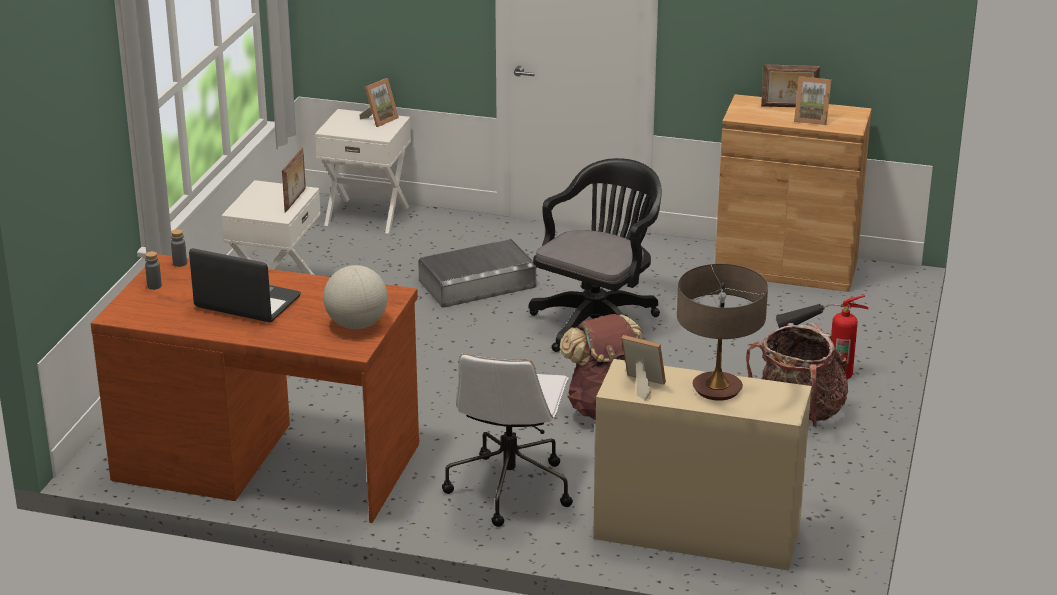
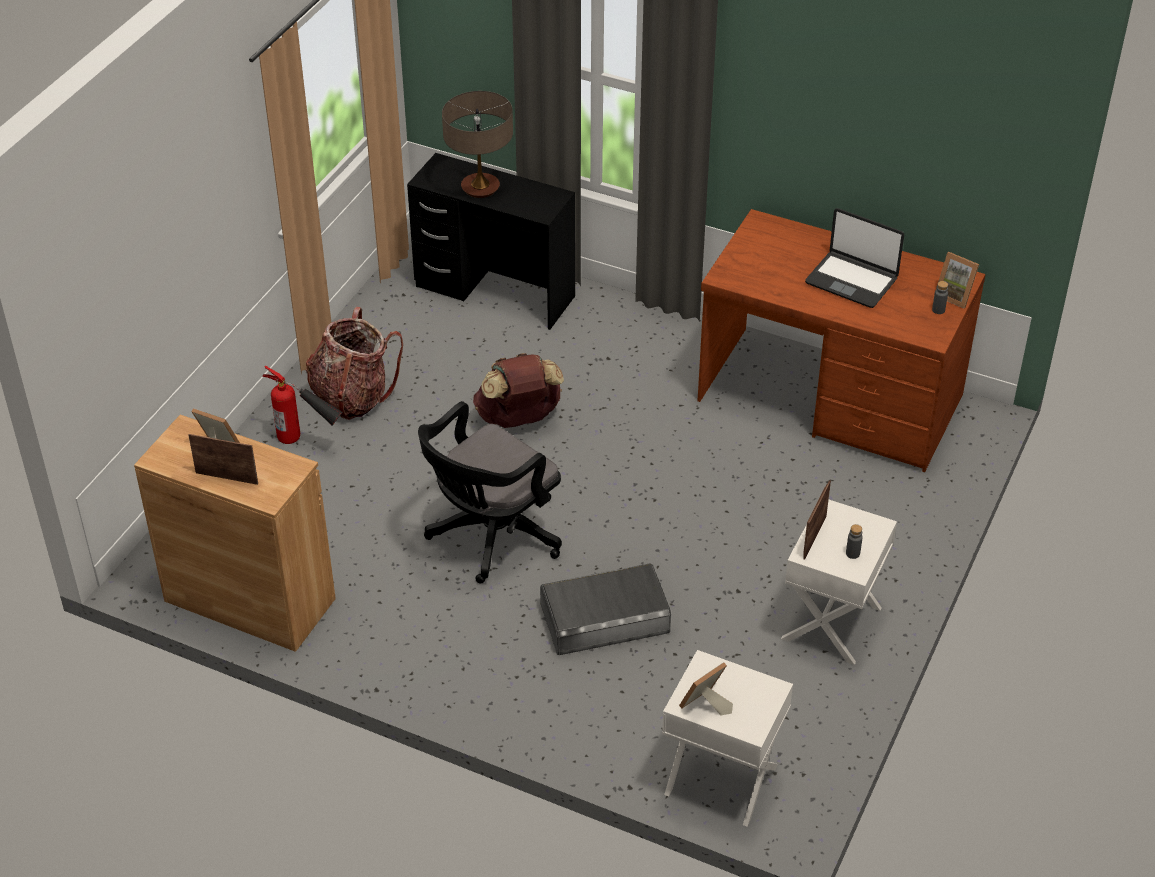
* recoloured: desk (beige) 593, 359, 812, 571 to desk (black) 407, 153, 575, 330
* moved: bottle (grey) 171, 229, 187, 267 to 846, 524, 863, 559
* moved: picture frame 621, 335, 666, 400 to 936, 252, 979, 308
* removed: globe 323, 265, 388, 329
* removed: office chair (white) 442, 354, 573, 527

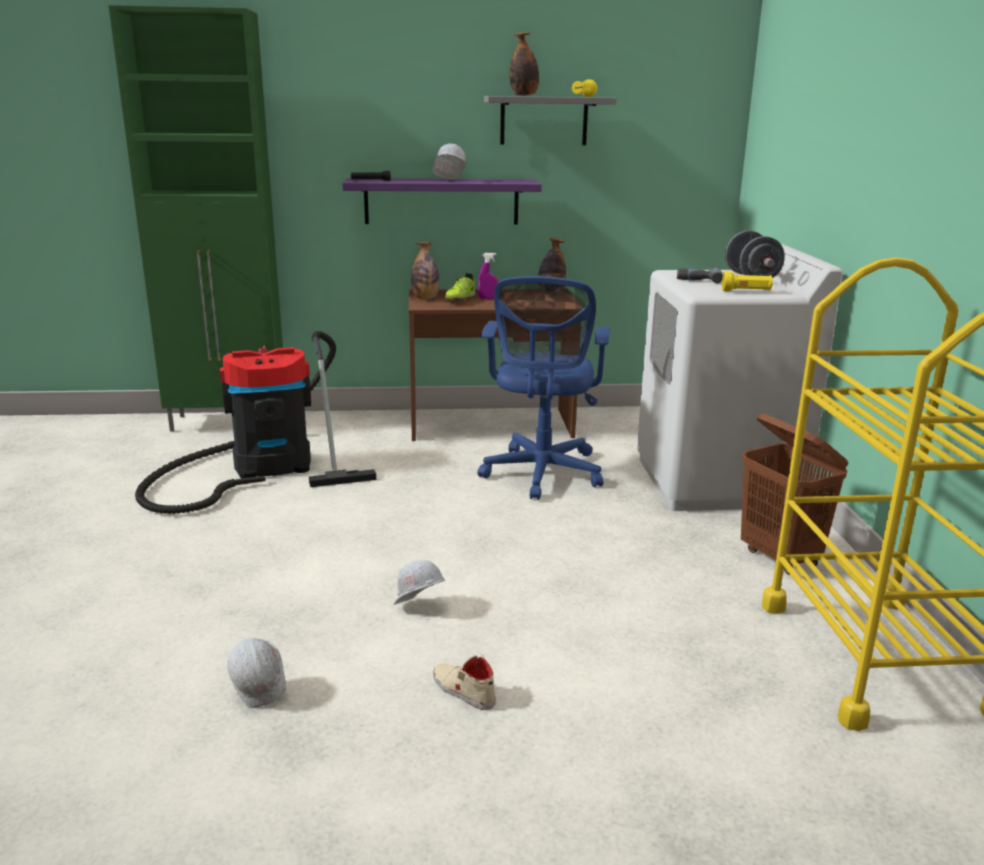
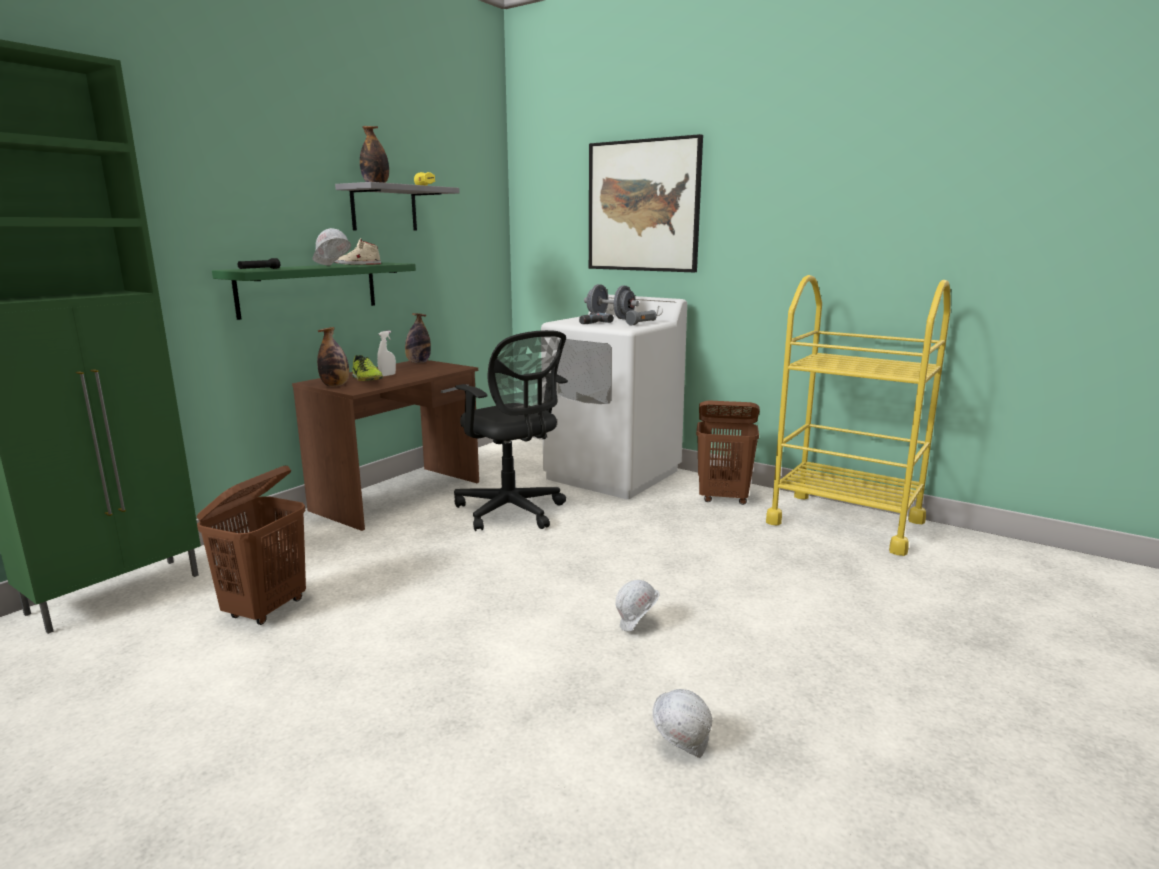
* replaced: vacuum cleaner 135, 331, 376, 514 to laundry basket (brown) 196, 466, 306, 625
* recoloured: shelf (purple) 342, 178, 542, 224 to shelf (green) 212, 262, 416, 320
* moved: shoe (beige) 433, 655, 496, 710 to 334, 238, 381, 265
* recoloured: spray bottle (purple) 478, 253, 498, 299 to spray bottle (white) 377, 331, 396, 377
* recoloured: office chair (blue) 477, 276, 610, 500 to office chair (black) 454, 330, 568, 531
* added: picture 589, 134, 703, 272
* recoloured: flashlight (yellow) 722, 271, 773, 292 to flashlight (grey) 625, 310, 657, 326

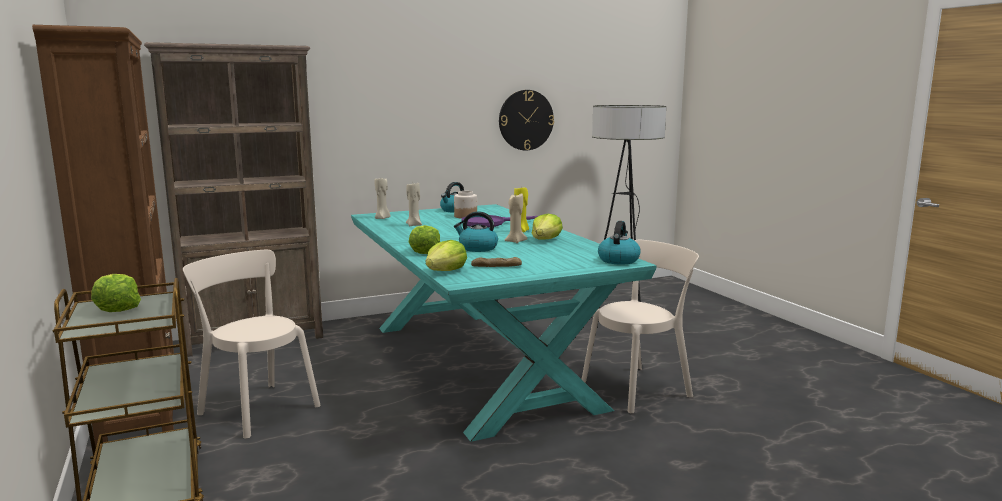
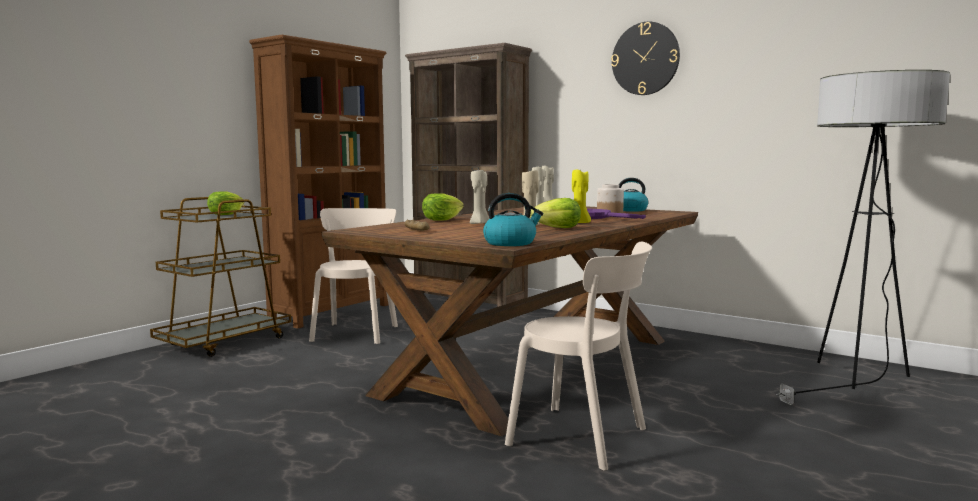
* recoloured: dining table (turquoise) 351, 204, 657, 442 to dining table (brown) 322, 206, 698, 436
* replaced: kettle 454, 211, 498, 252 to candle (beige) 470, 170, 489, 224
* moved: wall clock 499, 90, 554, 151 to 611, 22, 680, 95
* removed: lettuce 426, 240, 467, 271

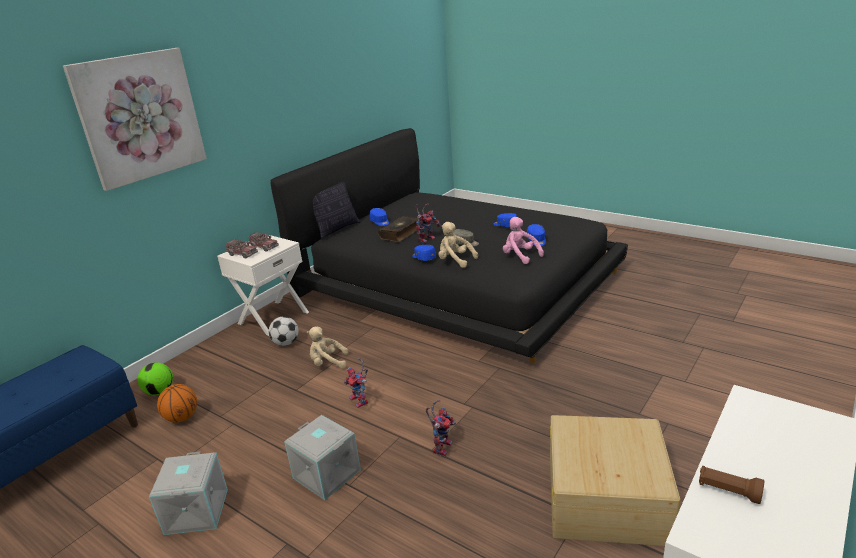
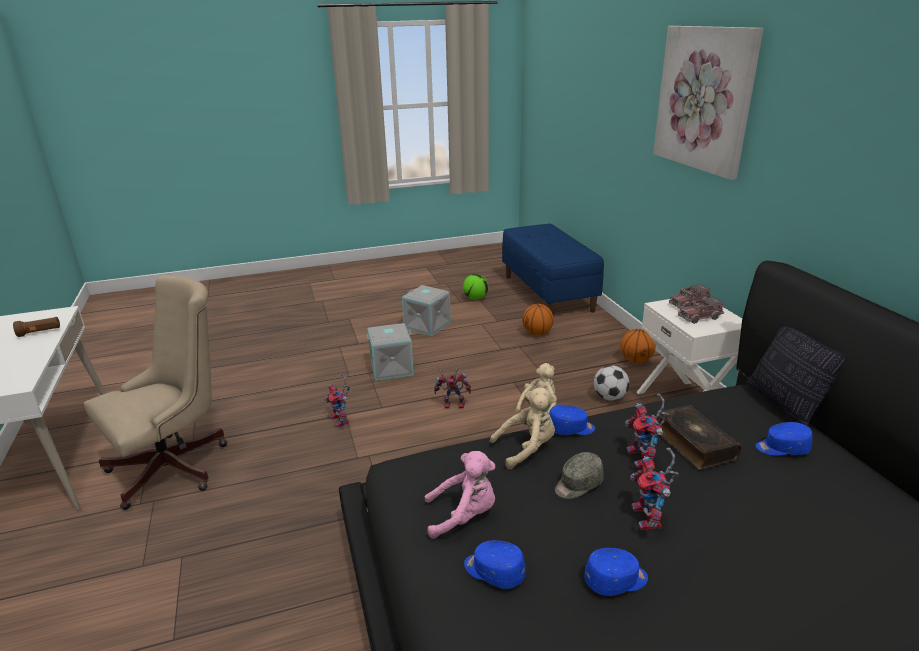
* replaced: storage box (beige) 550, 415, 680, 546 to office chair (beige) 84, 275, 227, 510
* moved: football 138, 362, 173, 395 to 463, 274, 489, 300
* added: basketball 620, 329, 656, 363
* added: toy robot 630, 447, 679, 530

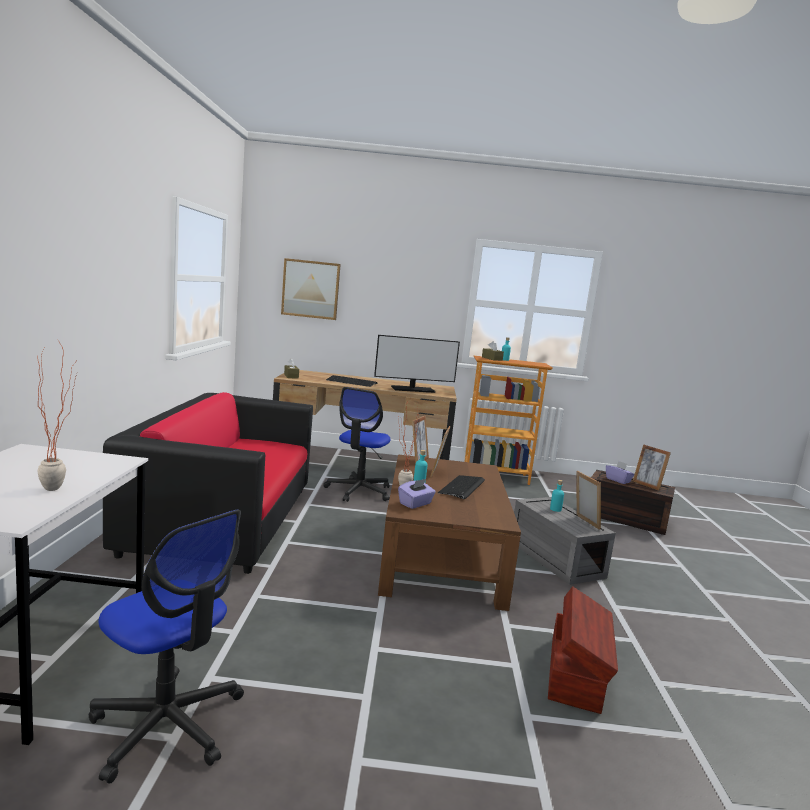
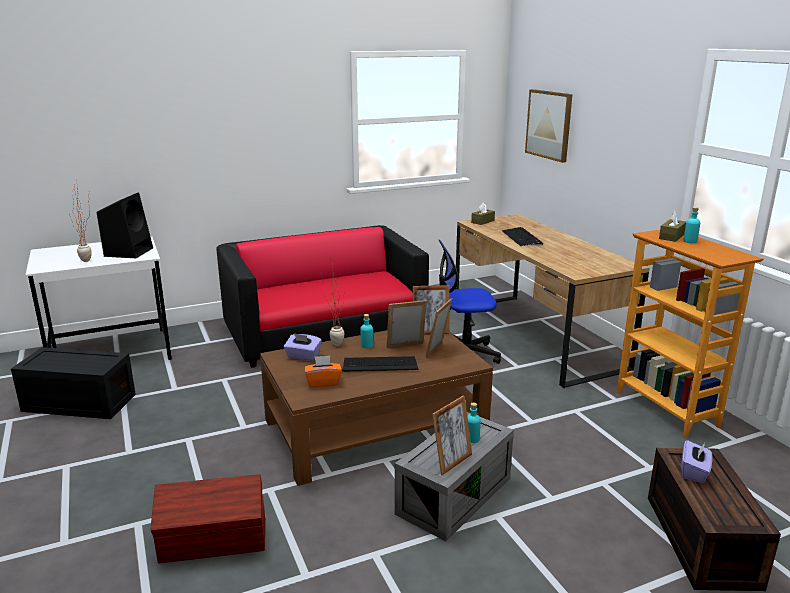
* replaced: office chair 89, 509, 244, 784 to storage box (black) 11, 347, 136, 419
* added: speaker (black) 97, 192, 153, 258
* added: tissue box (orange) 305, 356, 342, 387
* moved: picture frame 633, 444, 671, 491 to 425, 298, 452, 358
* removed: monitor 374, 335, 460, 393

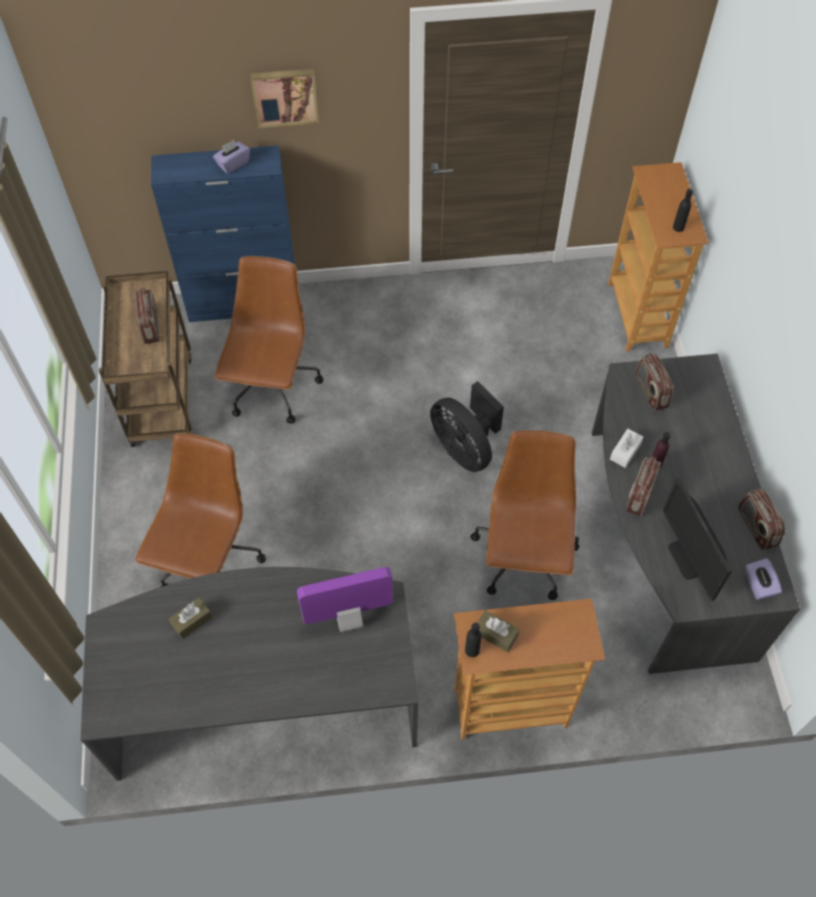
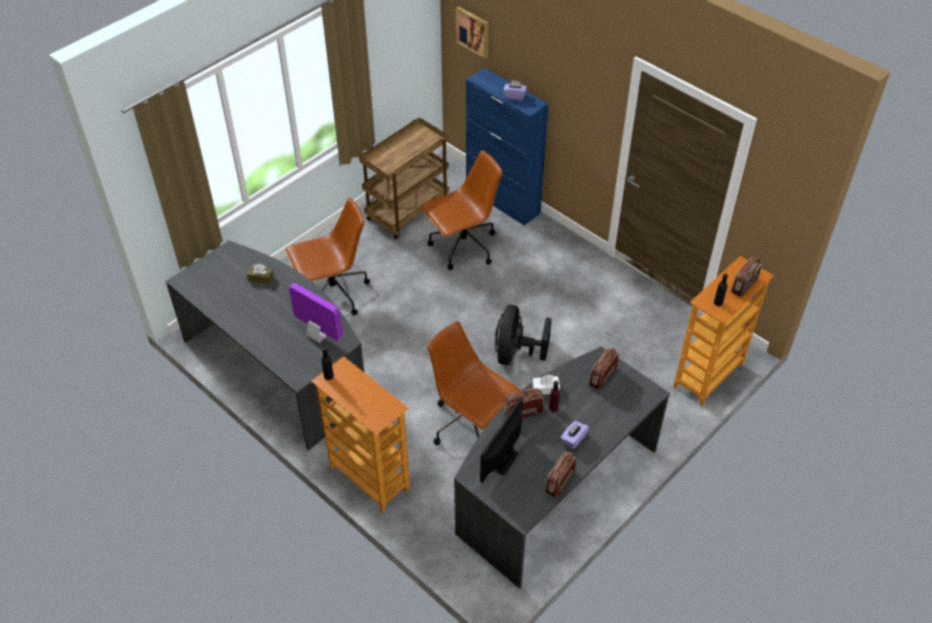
* turned: office chair (brown) 470, 430, 580, 600 = 428, 321, 521, 445 105 degrees counterclockwise
* moved: picture 250, 69, 319, 128 to 455, 7, 489, 59
* moved: tissue box (purple) 745, 558, 782, 600 to 561, 421, 589, 449
* moved: radio 135, 288, 160, 344 to 731, 257, 763, 297
* removed: tissue box (brown) 477, 610, 519, 652

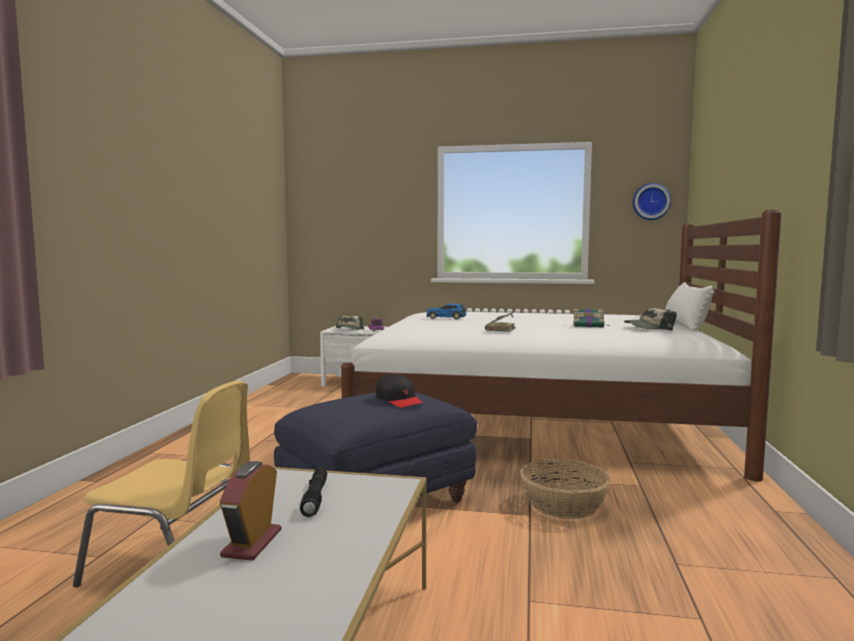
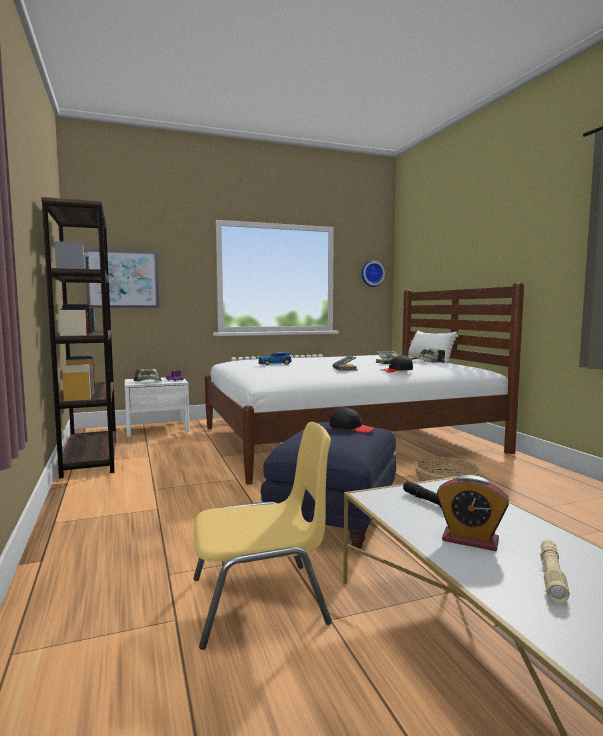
* added: bookcase (brown) 41, 197, 116, 478
* added: picture 84, 248, 160, 308
* added: cap (black) 380, 355, 413, 372
* turned: alarm clock 220, 461, 281, 561 = 437, 475, 509, 551 45 degrees counterclockwise
* added: flashlight (beige) 540, 540, 570, 603

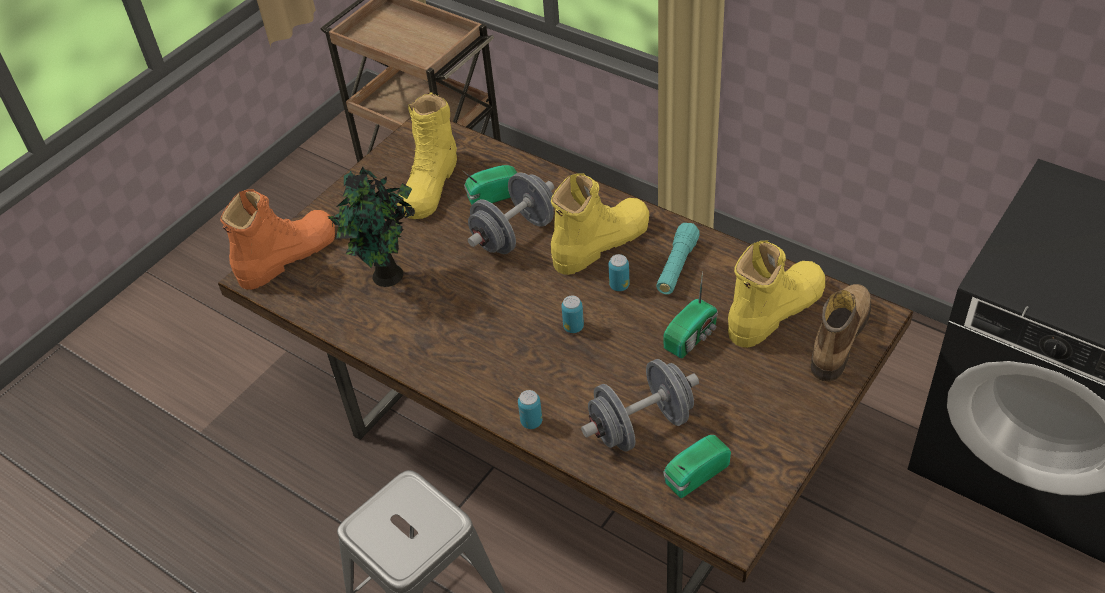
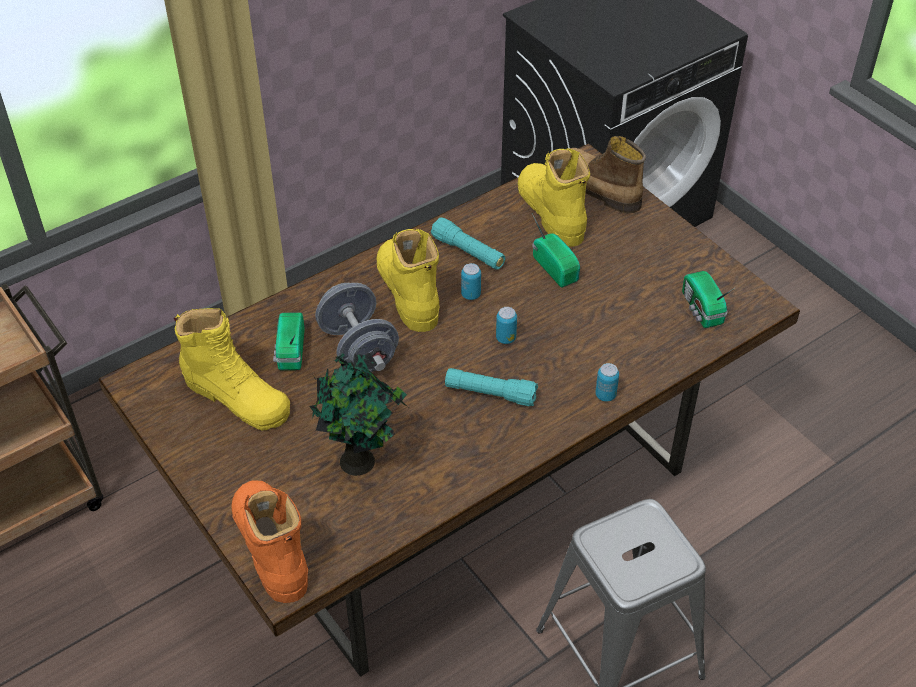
* added: flashlight (turquoise) 445, 368, 538, 407
* removed: dumbbell (grey) 581, 359, 699, 452

